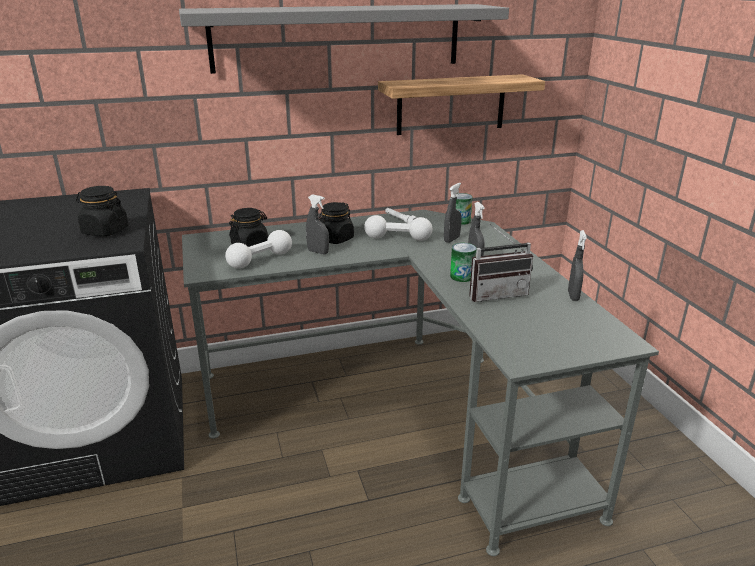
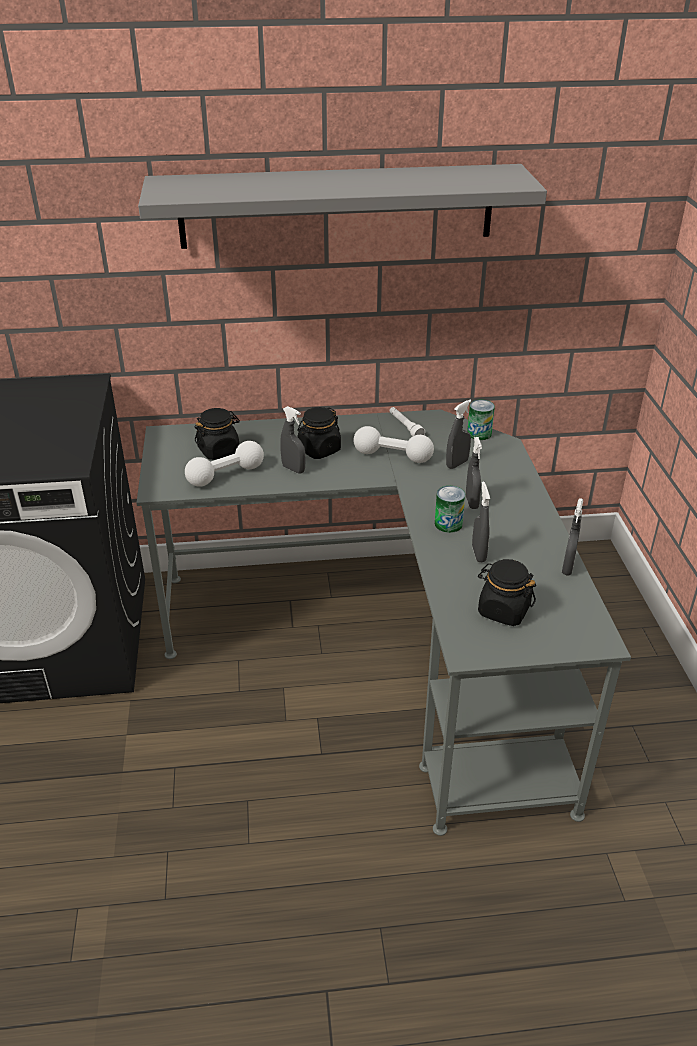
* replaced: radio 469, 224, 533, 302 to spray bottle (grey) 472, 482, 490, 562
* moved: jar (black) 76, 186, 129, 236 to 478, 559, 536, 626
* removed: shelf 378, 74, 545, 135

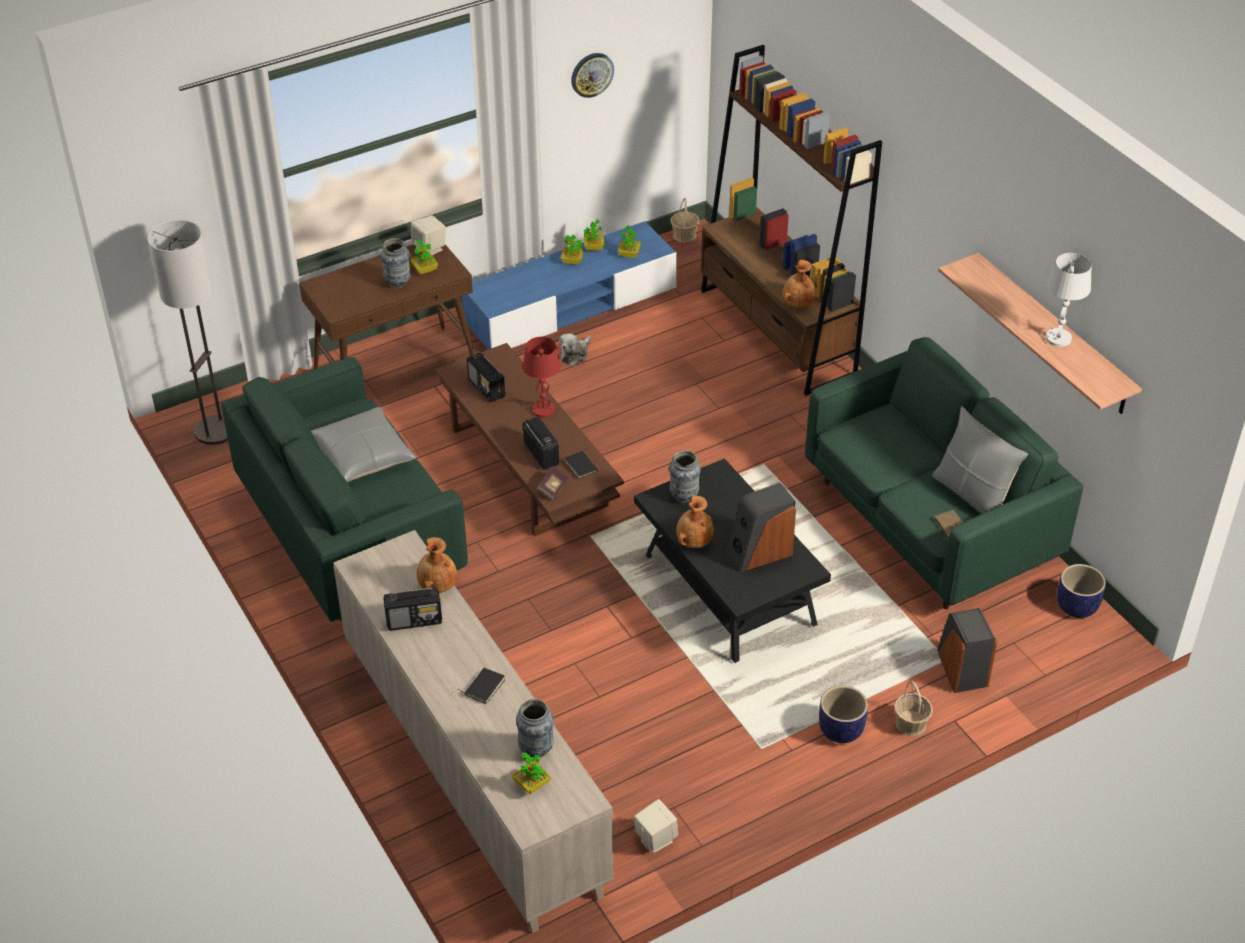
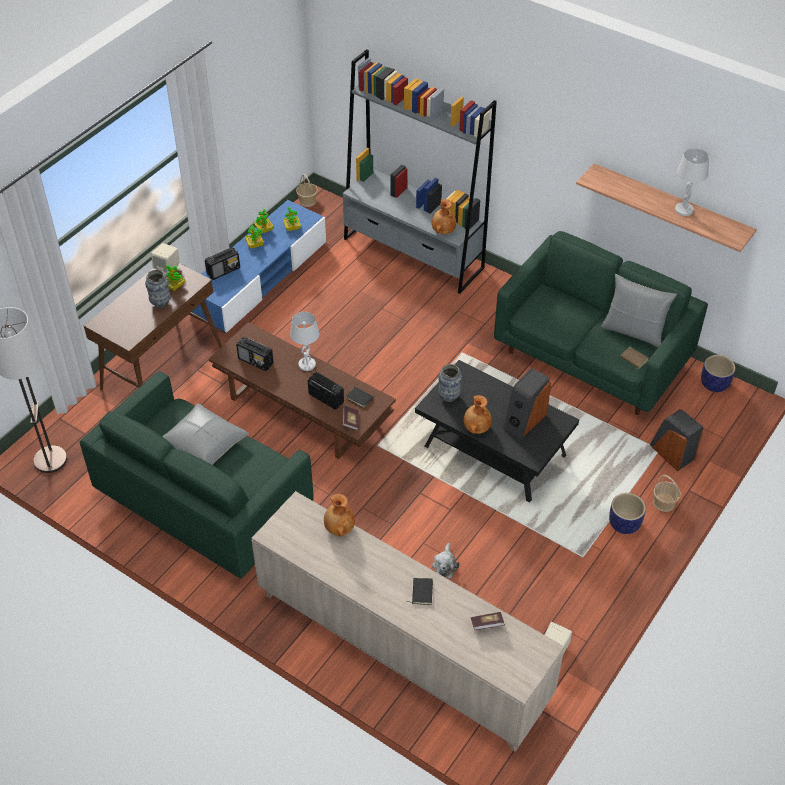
* moved: radio 383, 587, 442, 631 to 205, 247, 240, 280
* recoloured: table lamp (red) 523, 337, 561, 418 to table lamp (white) 290, 312, 319, 371
* recoloured: bookcase (brown) 701, 45, 882, 396 to bookcase (grey) 343, 49, 497, 294
* moved: plush toy 559, 333, 592, 366 to 432, 543, 460, 579
* replaced: vase 516, 699, 554, 758 to book 471, 612, 505, 630
* removed: potted plant 512, 753, 550, 795
* removed: wall clock 571, 53, 614, 98

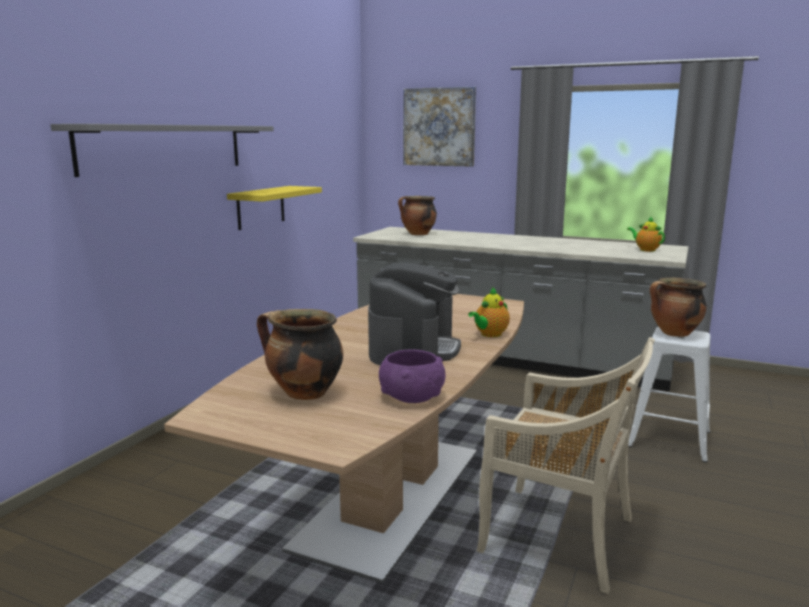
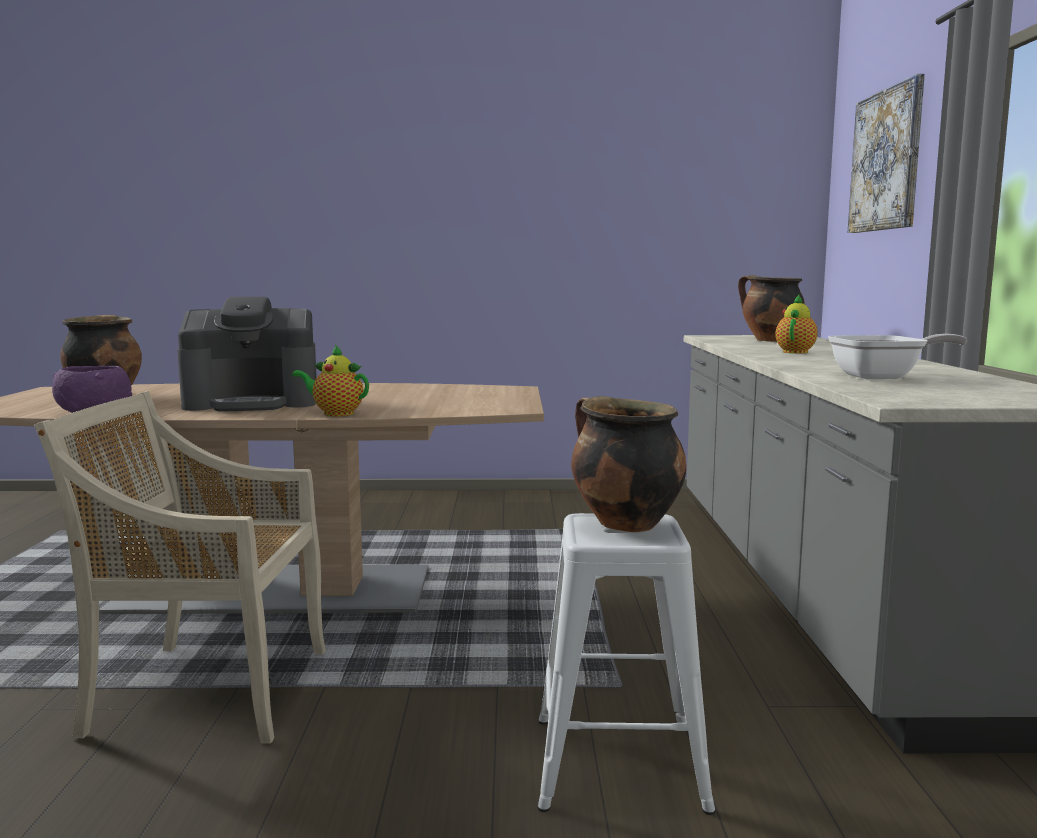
* turned: chair (beige) 477, 337, 655, 594 = 34, 391, 326, 744 90 degrees clockwise
* moved: teapot 627, 216, 665, 252 to 775, 295, 818, 354
* added: frying pan 828, 334, 967, 379
* removed: shelf (grey) 50, 124, 274, 177
* removed: shelf (yellow) 227, 186, 322, 230

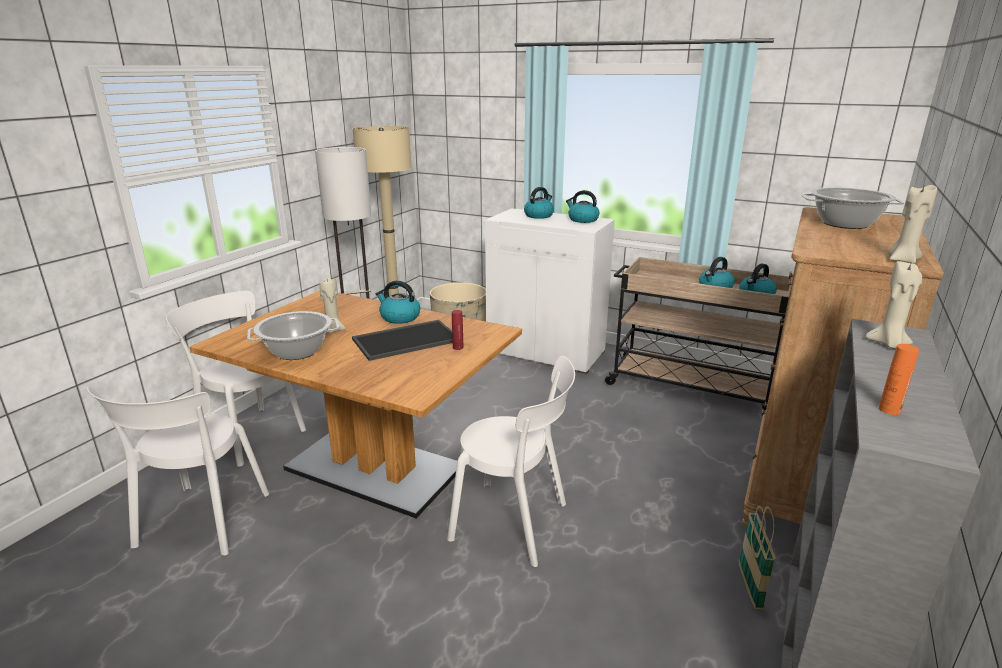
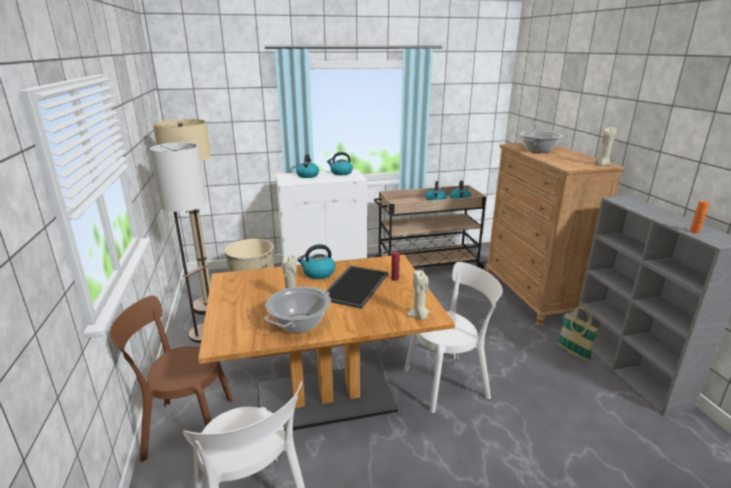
* recoloured: chair (white) 166, 291, 306, 467 to chair (brown) 110, 296, 233, 462
* moved: candle (beige) 866, 261, 922, 349 to 407, 270, 430, 320

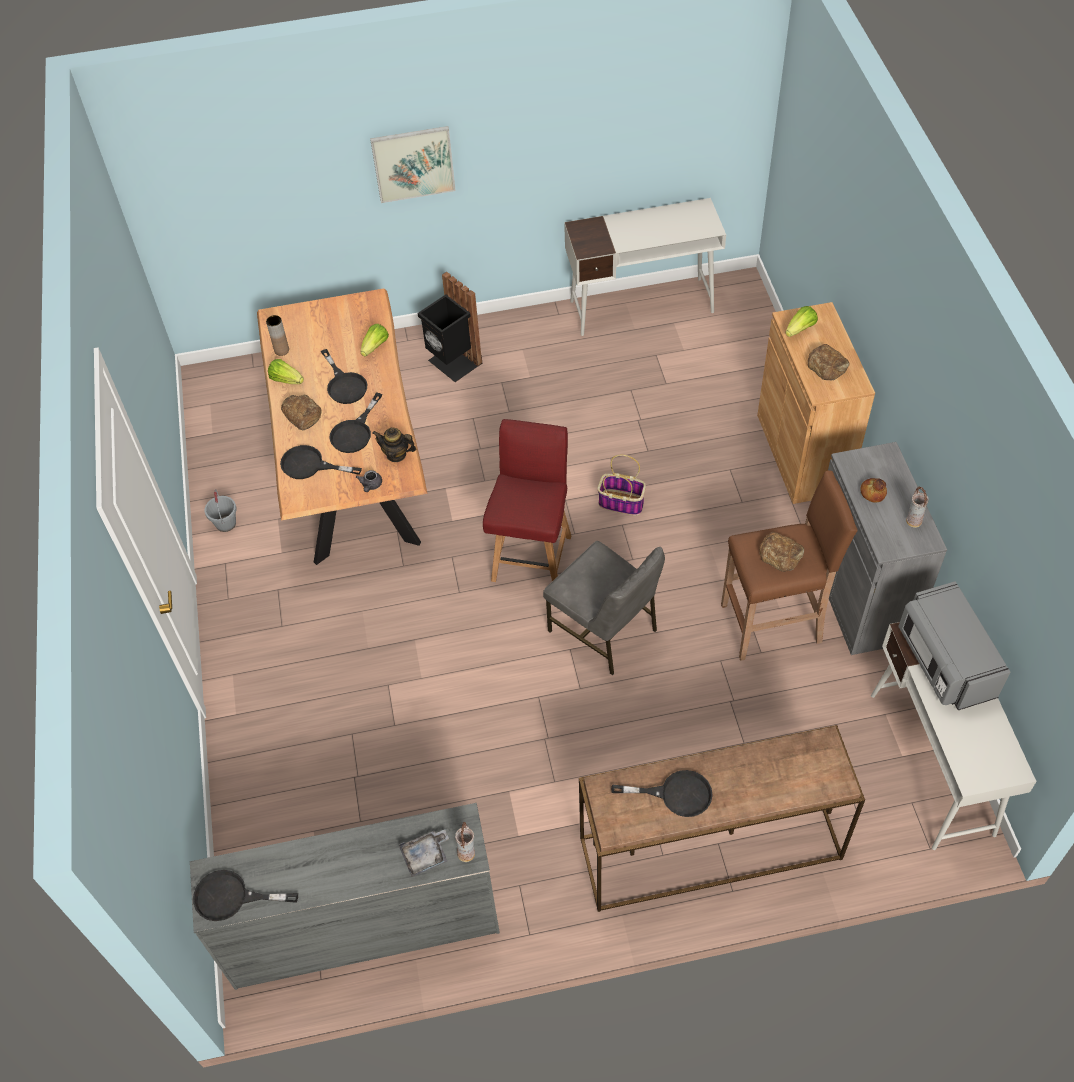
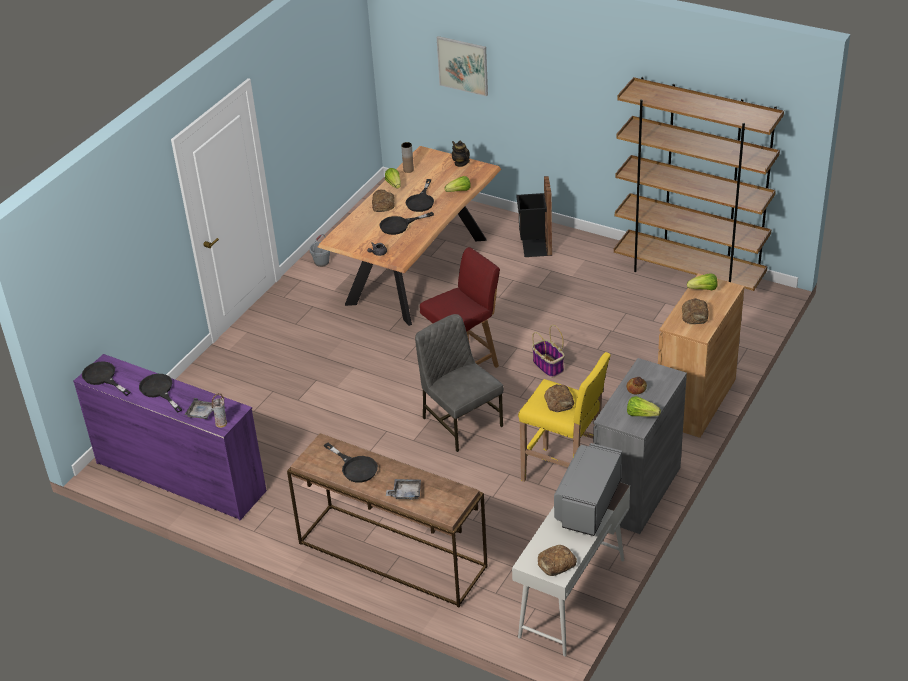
* recoloured: dresser (grey) 190, 803, 500, 990 to dresser (purple) 73, 354, 267, 520
* moved: frying pan (black) 280, 445, 362, 479 to 139, 374, 182, 413
* added: tray (grey) 386, 479, 421, 500
* turned: chair (grey) 543, 541, 665, 675 = 415, 314, 504, 452 150 degrees clockwise
* moved: picture 370, 126, 456, 203 to 437, 36, 488, 96
* moved: teapot 372, 427, 416, 462 to 452, 140, 470, 167
* recoloured: stool (brown) 721, 470, 858, 661 to stool (yellow) 518, 352, 611, 482
* added: bread 538, 545, 577, 576
* replaced: desk (white) 564, 198, 726, 336 to bookcase (brown) 614, 77, 784, 291
* replaced: vase 906, 486, 929, 528 to lettuce 627, 396, 661, 417

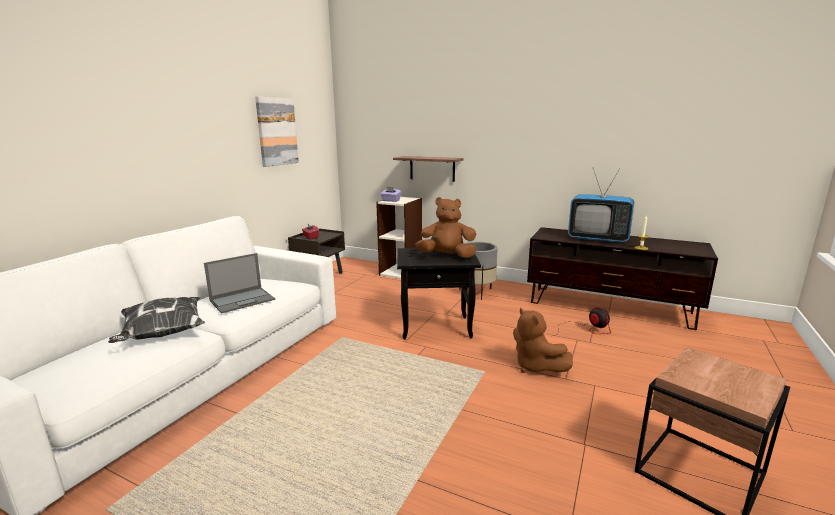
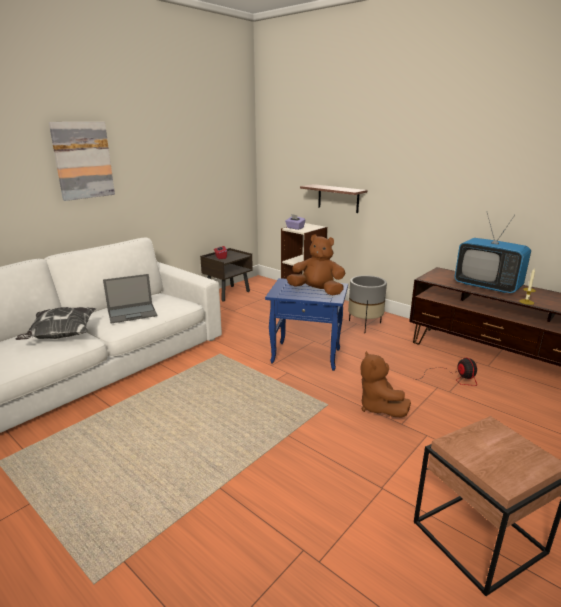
* moved: picture 255, 96, 299, 167 to 49, 122, 115, 201
* recoloured: side table (black) 397, 248, 481, 340 to side table (blue) 265, 278, 348, 371

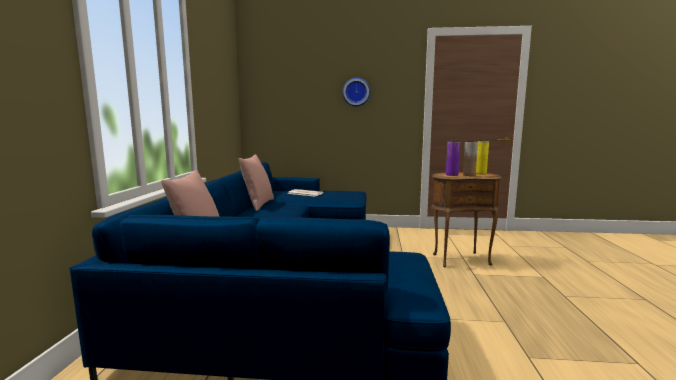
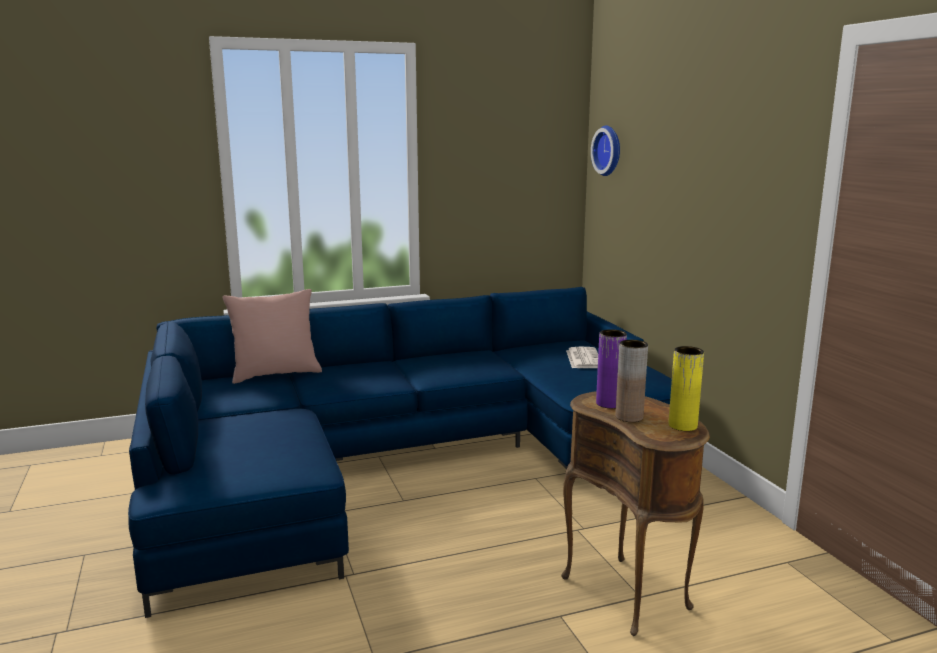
* moved: wall clock 342, 78, 370, 107 to 591, 126, 620, 176
* removed: pillow (pink) 239, 154, 274, 211

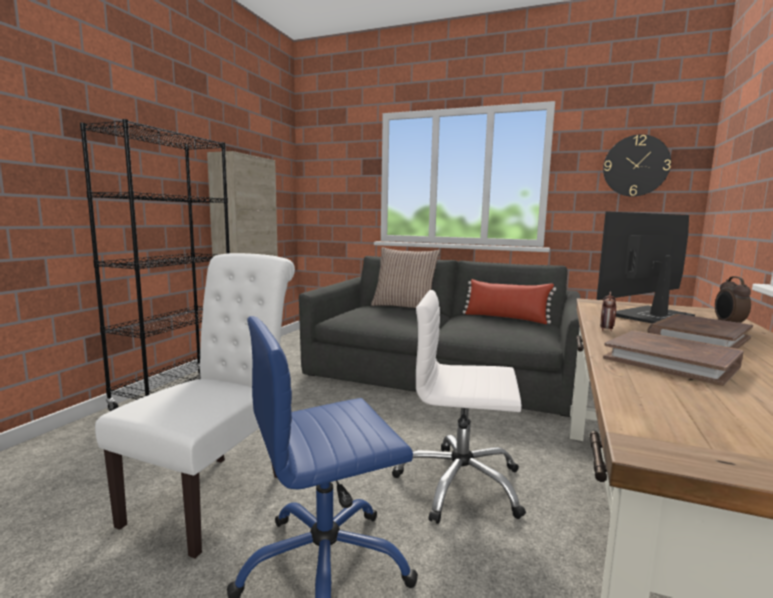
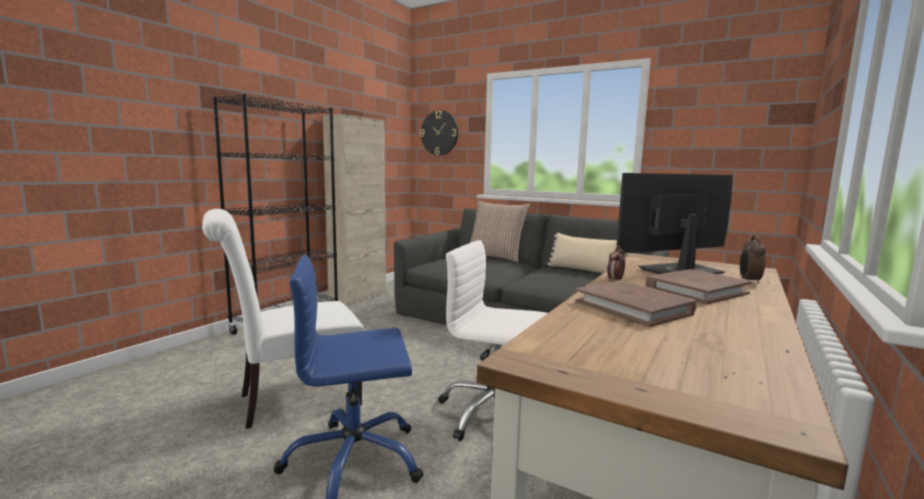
* turned: chair (white) 95, 253, 295, 558 = 202, 209, 365, 429 150 degrees counterclockwise
* moved: wall clock 603, 134, 671, 197 to 420, 110, 458, 155
* recoloured: pillow (red) 463, 279, 556, 324 to pillow (beige) 547, 232, 630, 273

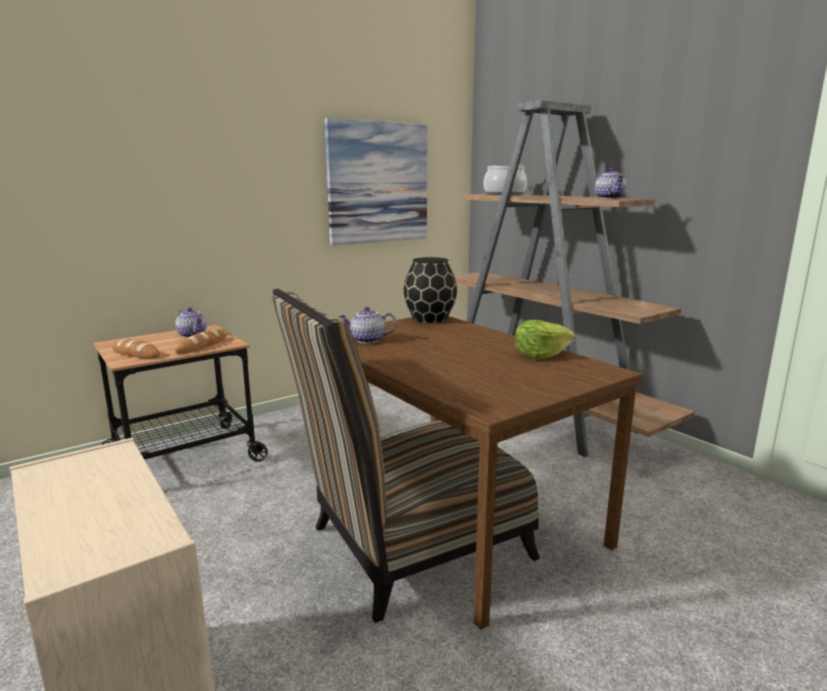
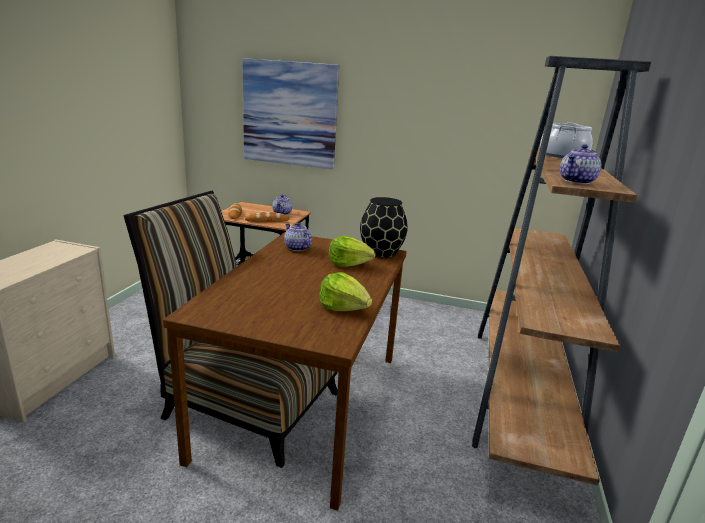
* moved: picture 325, 118, 428, 246 to 242, 58, 339, 169
* added: lettuce 329, 236, 376, 267

